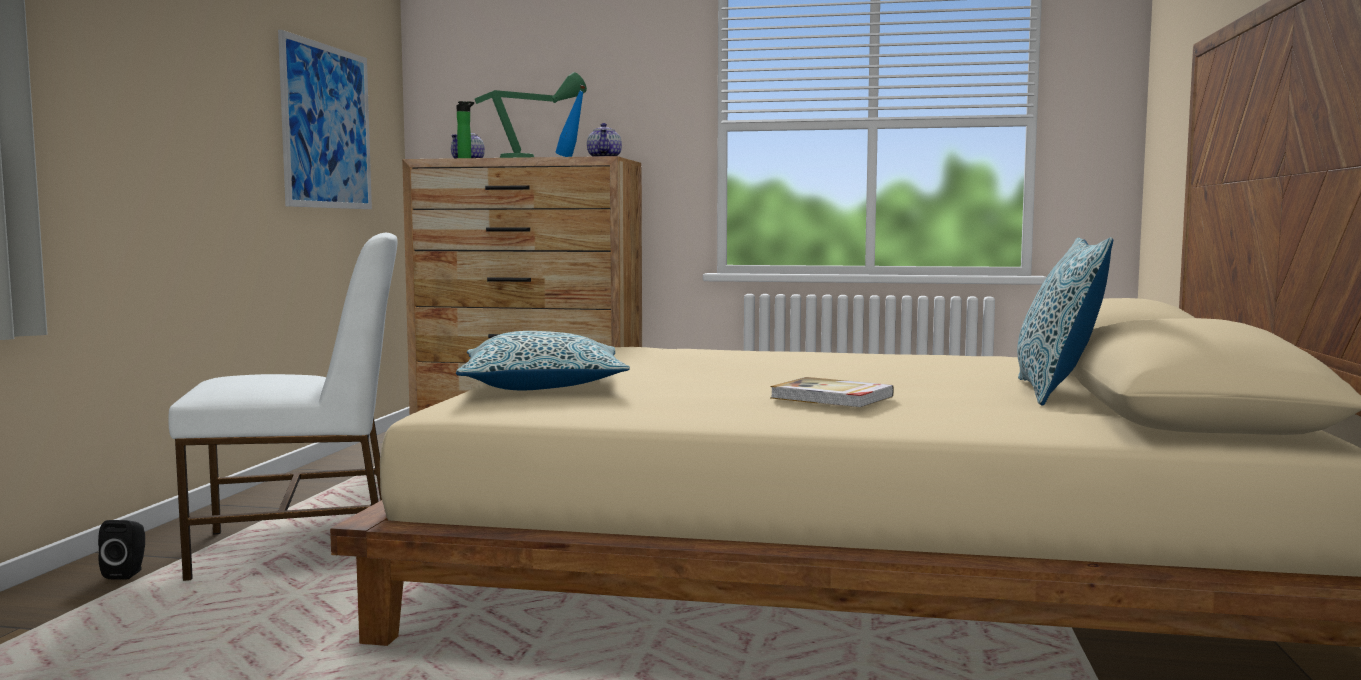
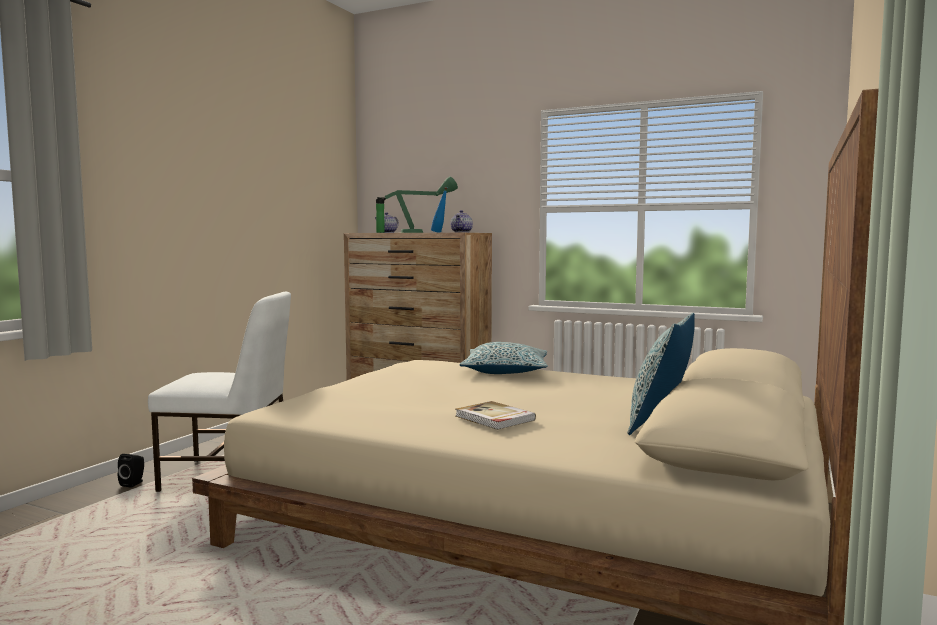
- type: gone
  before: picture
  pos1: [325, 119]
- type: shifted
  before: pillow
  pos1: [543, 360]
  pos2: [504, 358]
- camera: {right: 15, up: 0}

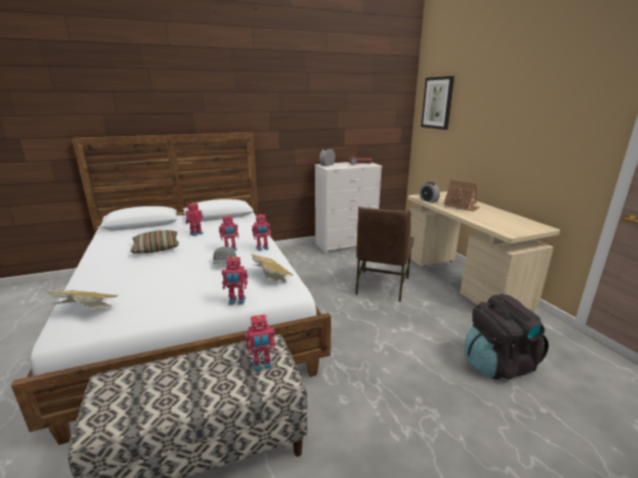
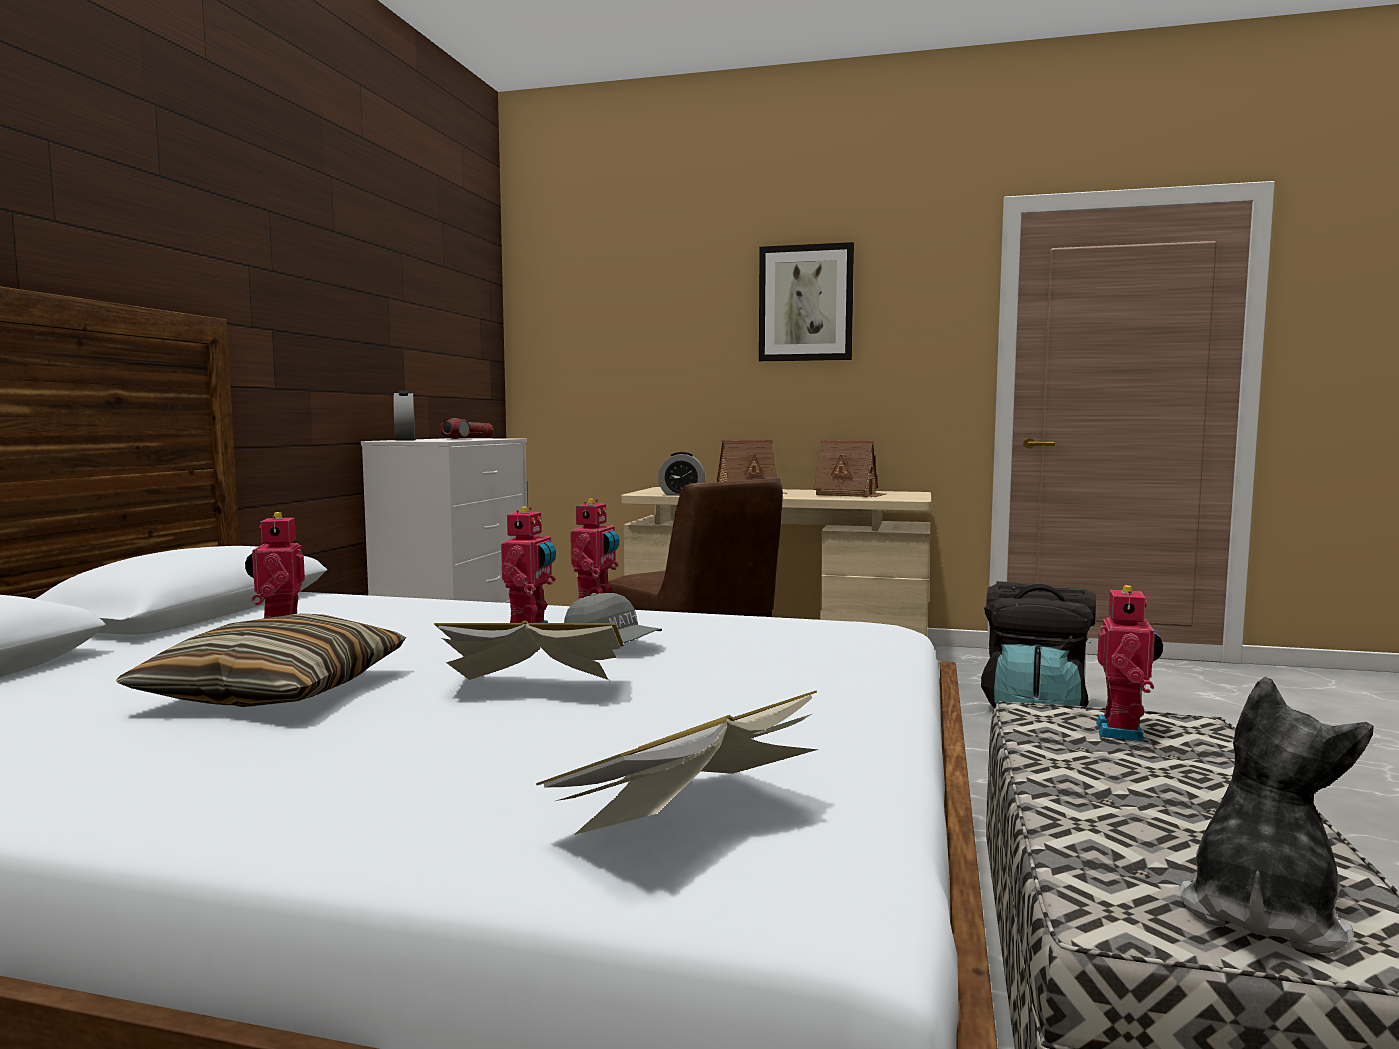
- type: gone
  before: toy robot
  pos1: [235, 280]
- type: shifted
  before: book
  pos1: [272, 268]
  pos2: [529, 650]
- type: shifted
  before: picture
  pos1: [437, 103]
  pos2: [806, 301]
- type: new
  after: toy house
  pos2: [850, 468]
- type: new
  after: plush toy
  pos2: [1276, 815]
- camera: {right: -55, up: -15}

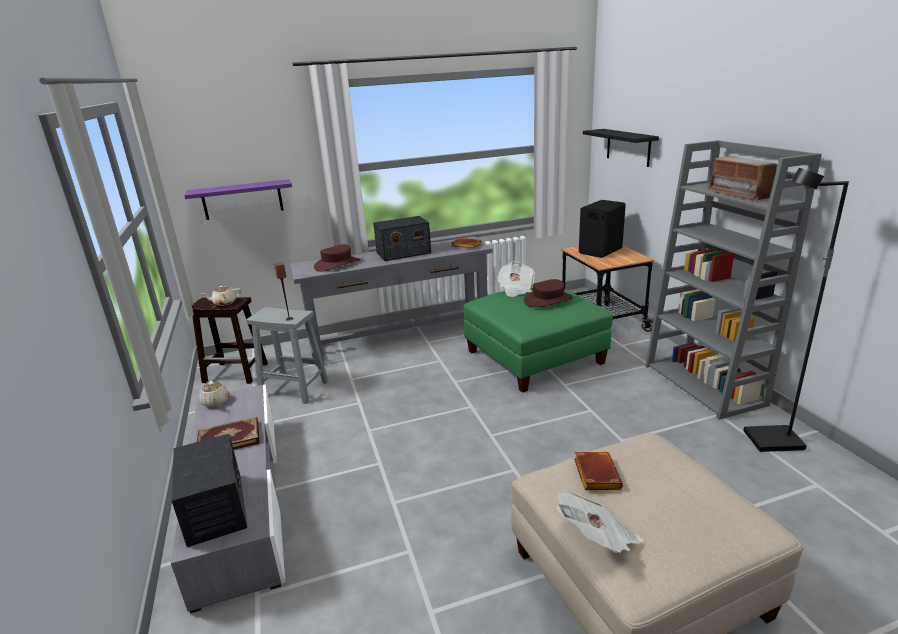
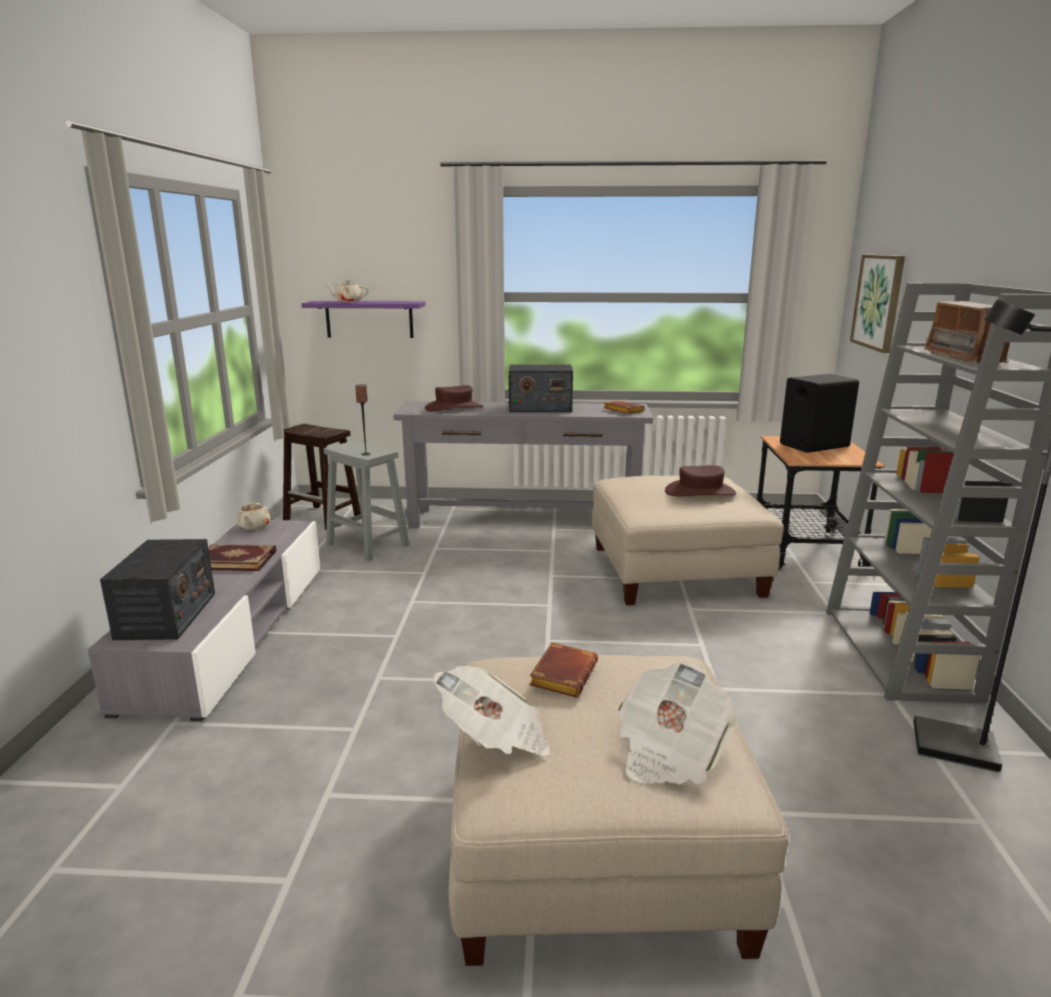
- type: shifted
  before: beige teapot
  pos1: [221, 296]
  pos2: [347, 291]
- type: repainted
  before: green ottoman
  after: beige ottoman
  pos1: [538, 340]
  pos2: [688, 540]
- type: shifted
  before: newspaper
  pos1: [516, 279]
  pos2: [677, 723]
- type: swapped
  before: black shelf
  after: picture
  pos1: [621, 148]
  pos2: [877, 304]
- camera: {right: 20, up: -5}

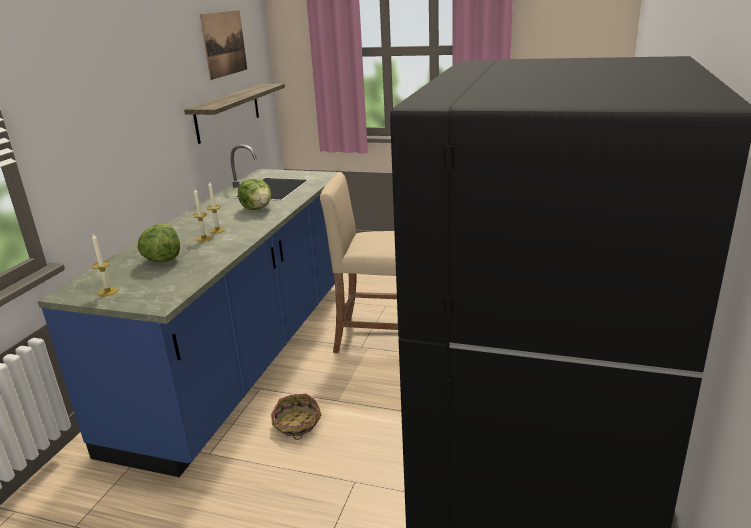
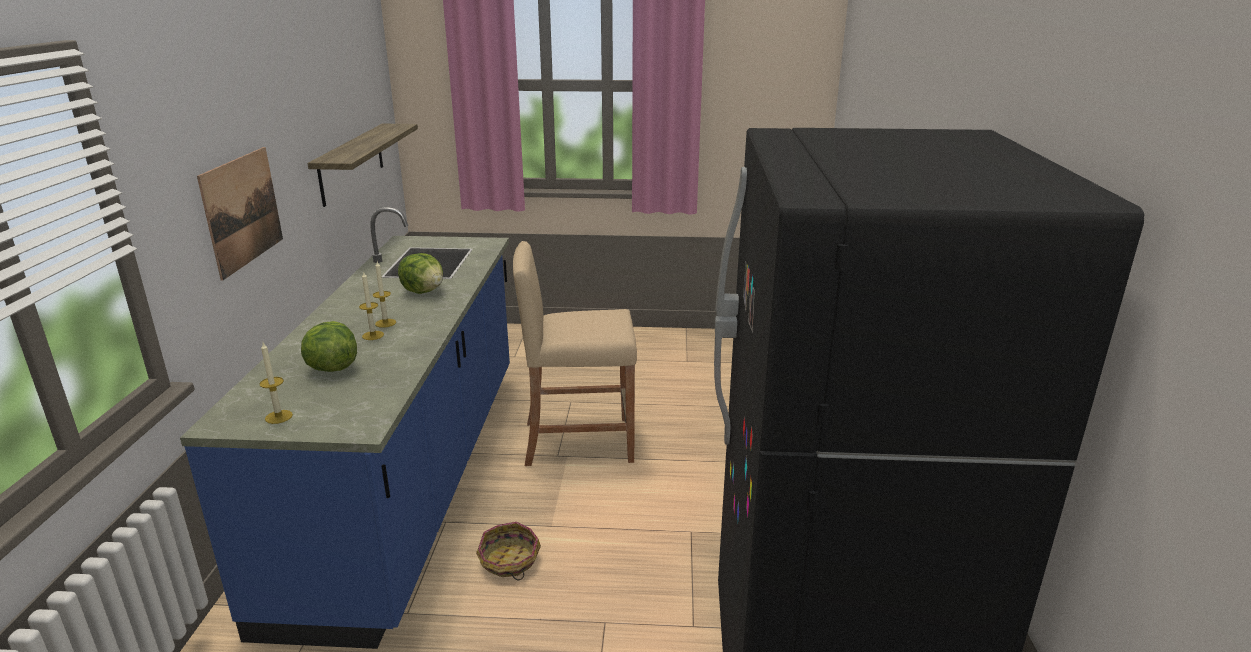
- type: shifted
  before: picture
  pos1: [223, 45]
  pos2: [240, 213]
- camera: {right: -15, up: 0}

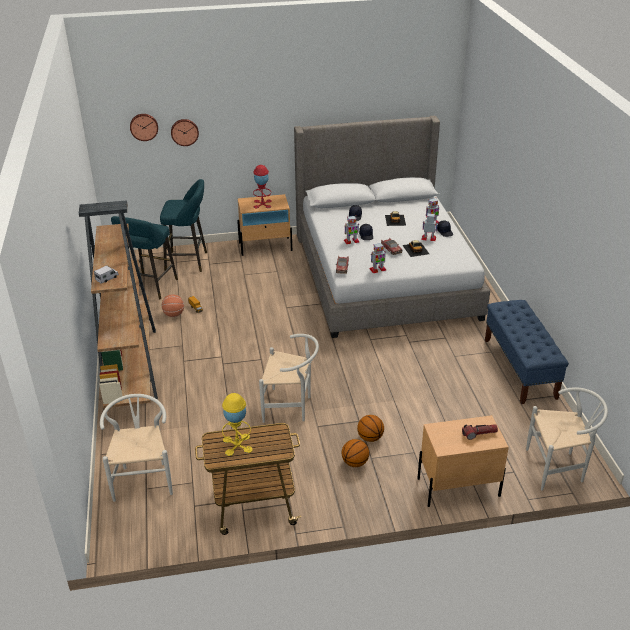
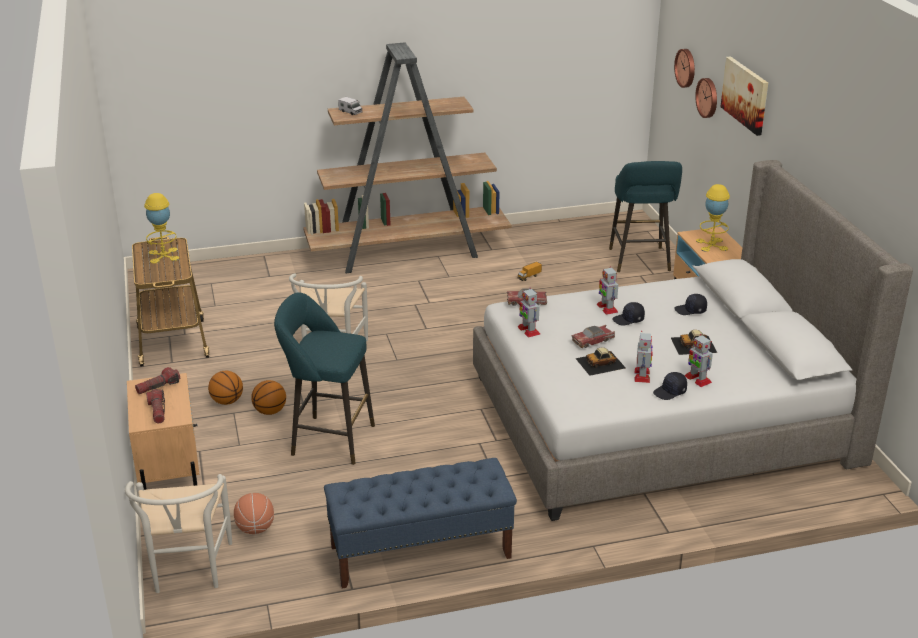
- type: gone
  before: white chair
  pos1: [136, 448]
- type: shifted
  before: turquoise stool
  pos1: [144, 257]
  pos2: [324, 379]
- type: shifted
  before: basketball
  pos1: [173, 305]
  pos2: [254, 513]
- type: repainted
  before: red table lamp
  after: yellow table lamp
  pos1: [262, 186]
  pos2: [713, 218]
- type: new
  after: flashlight
  pos2: [158, 380]
- type: new
  after: picture
  pos2: [744, 96]
- camera: {right: 85, up: -5}

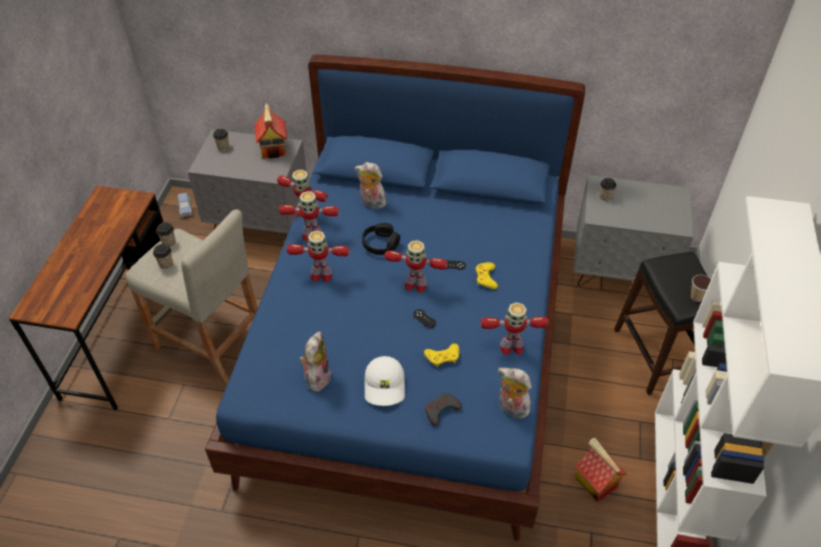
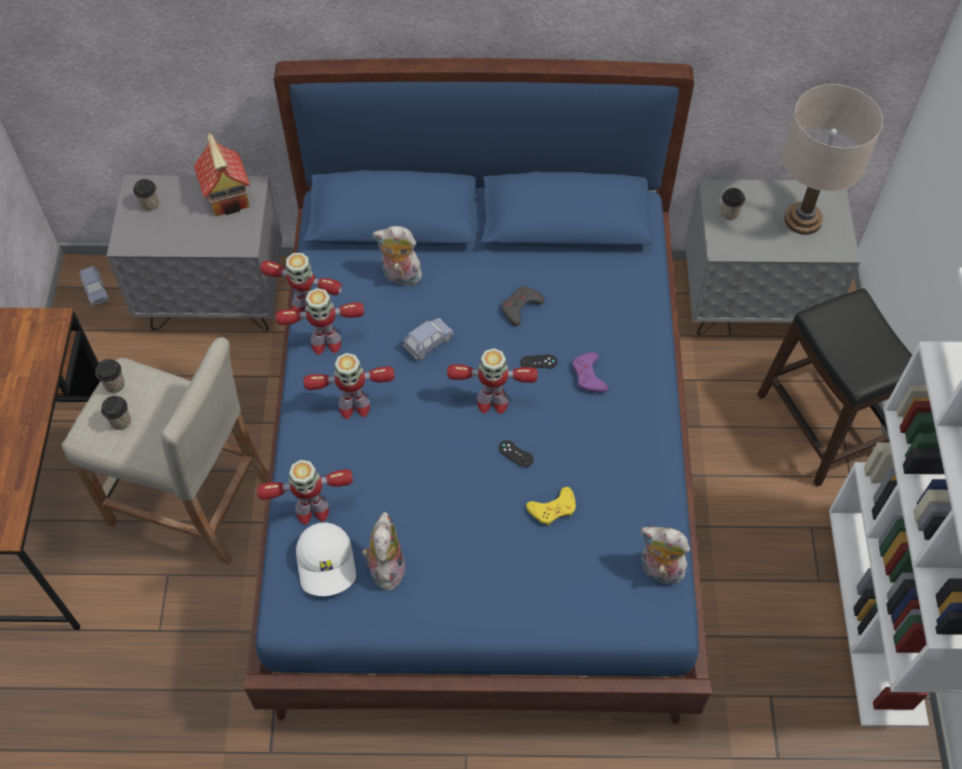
- type: swapped
  before: black headphones
  after: blue toy car
  pos1: [381, 239]
  pos2: [428, 339]
- type: shifted
  before: white cap
  pos1: [385, 381]
  pos2: [326, 559]
- type: shifted
  before: grey game controller
  pos1: [443, 409]
  pos2: [523, 306]
- type: repainted
  before: yellow game controller
  after: purple game controller
  pos1: [487, 275]
  pos2: [590, 372]
- type: shifted
  before: toy robot
  pos1: [515, 328]
  pos2: [305, 492]
- type: gone
  before: toy house
  pos1: [600, 470]
- type: gone
  before: cup
  pos1: [701, 288]
- type: new
  after: beige table lamp
  pos2: [832, 159]
- camera: {right: -10, up: 10}

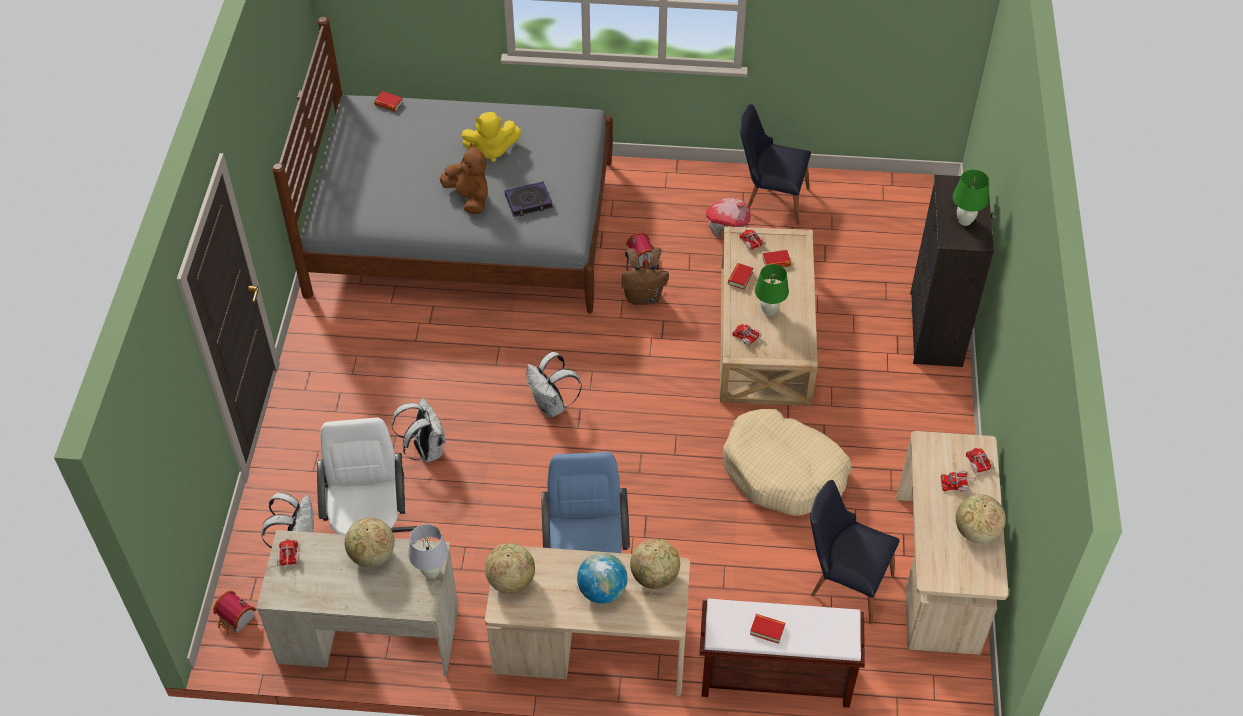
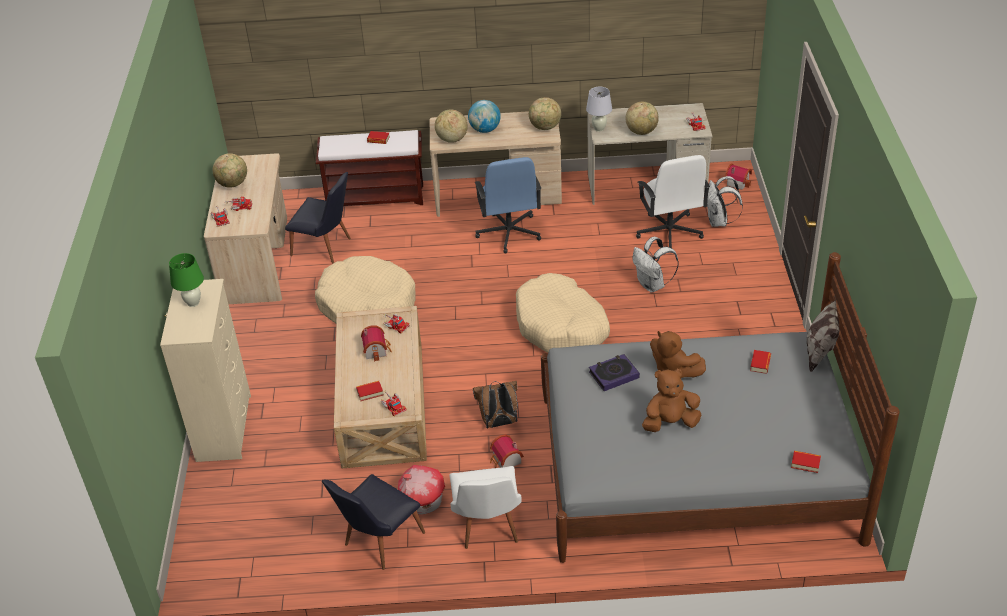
- type: repainted
  before: yellow plush toy
  after: brown plush toy
  pos1: [491, 137]
  pos2: [671, 400]
- type: swapped
  before: white backpack
  after: beige dog bed
  pos1: [554, 384]
  pos2: [563, 313]
- type: shifted
  before: book
  pos1: [740, 276]
  pos2: [760, 362]
- type: rotated
  before: black chair
  pos1: [775, 164]
  pos2: [373, 522]
  turn: 120
- type: swapped
  before: green table lamp
  after: toy house
  pos1: [772, 290]
  pos2: [376, 343]
- type: repainted
  before: black dresser
  after: beige dresser
  pos1: [952, 271]
  pos2: [205, 370]
- type: new
  after: white chair
  pos2: [485, 507]
- type: new
  after: pillow
  pos2: [823, 334]
- camera: {right: 175, up: -10}

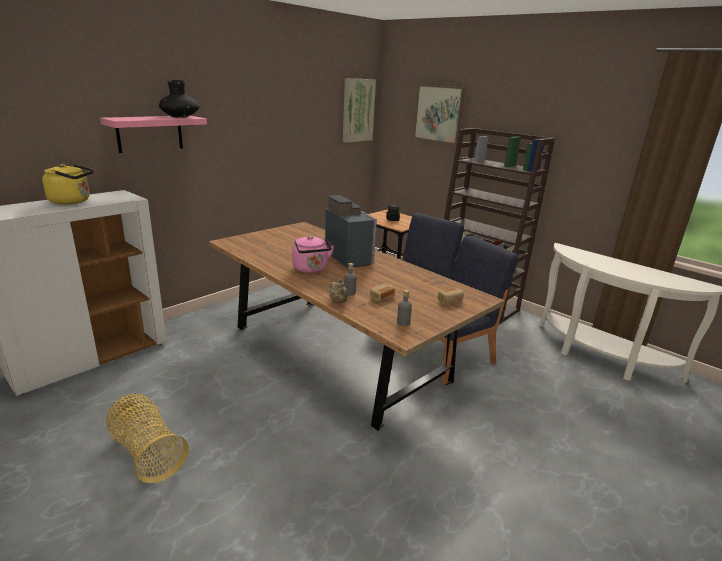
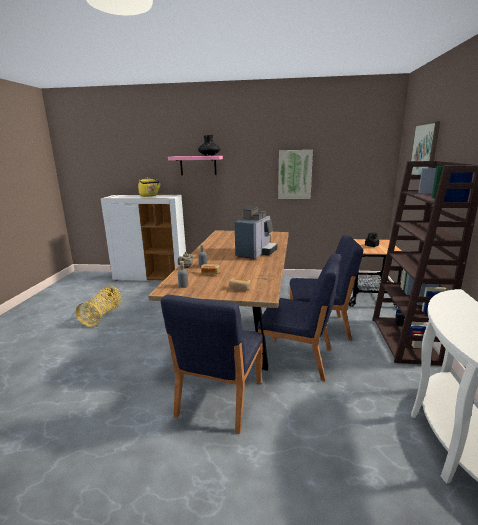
- type: gone
  before: pink kettle
  pos1: [313, 254]
- type: shifted
  before: picture
  pos1: [359, 110]
  pos2: [295, 174]
- type: new
  after: blue chair
  pos2: [212, 364]
- camera: {right: 55, up: -5}

